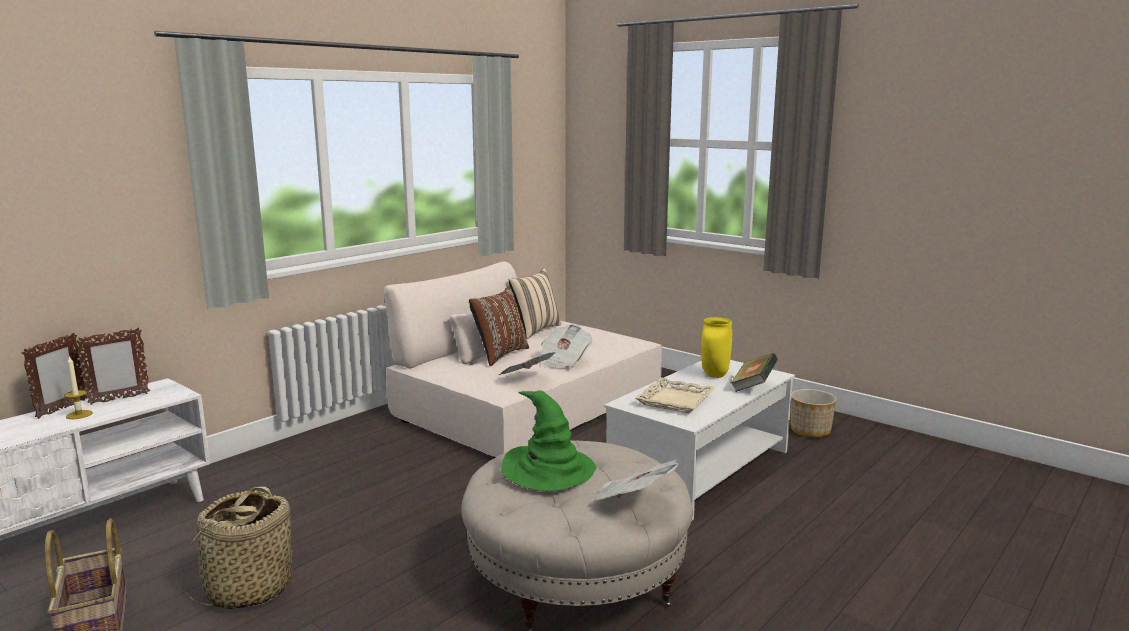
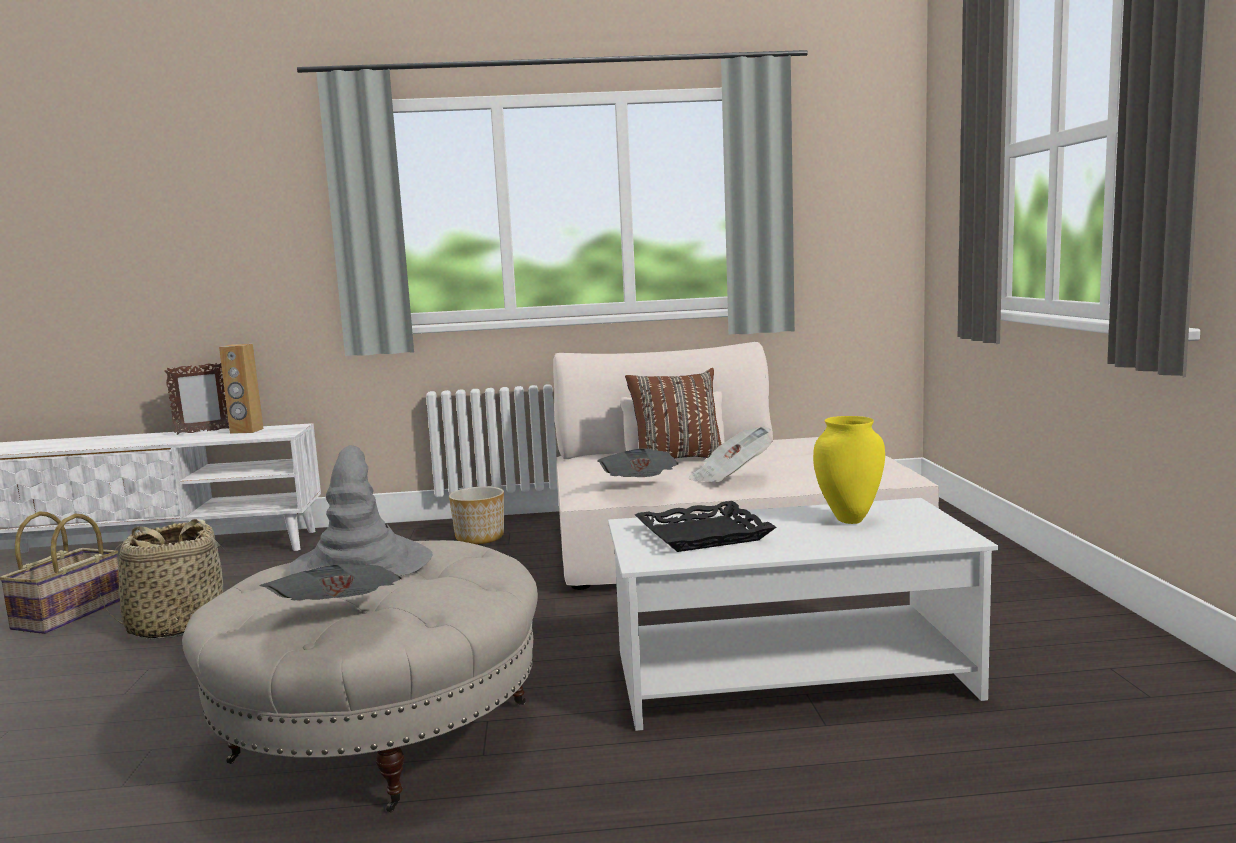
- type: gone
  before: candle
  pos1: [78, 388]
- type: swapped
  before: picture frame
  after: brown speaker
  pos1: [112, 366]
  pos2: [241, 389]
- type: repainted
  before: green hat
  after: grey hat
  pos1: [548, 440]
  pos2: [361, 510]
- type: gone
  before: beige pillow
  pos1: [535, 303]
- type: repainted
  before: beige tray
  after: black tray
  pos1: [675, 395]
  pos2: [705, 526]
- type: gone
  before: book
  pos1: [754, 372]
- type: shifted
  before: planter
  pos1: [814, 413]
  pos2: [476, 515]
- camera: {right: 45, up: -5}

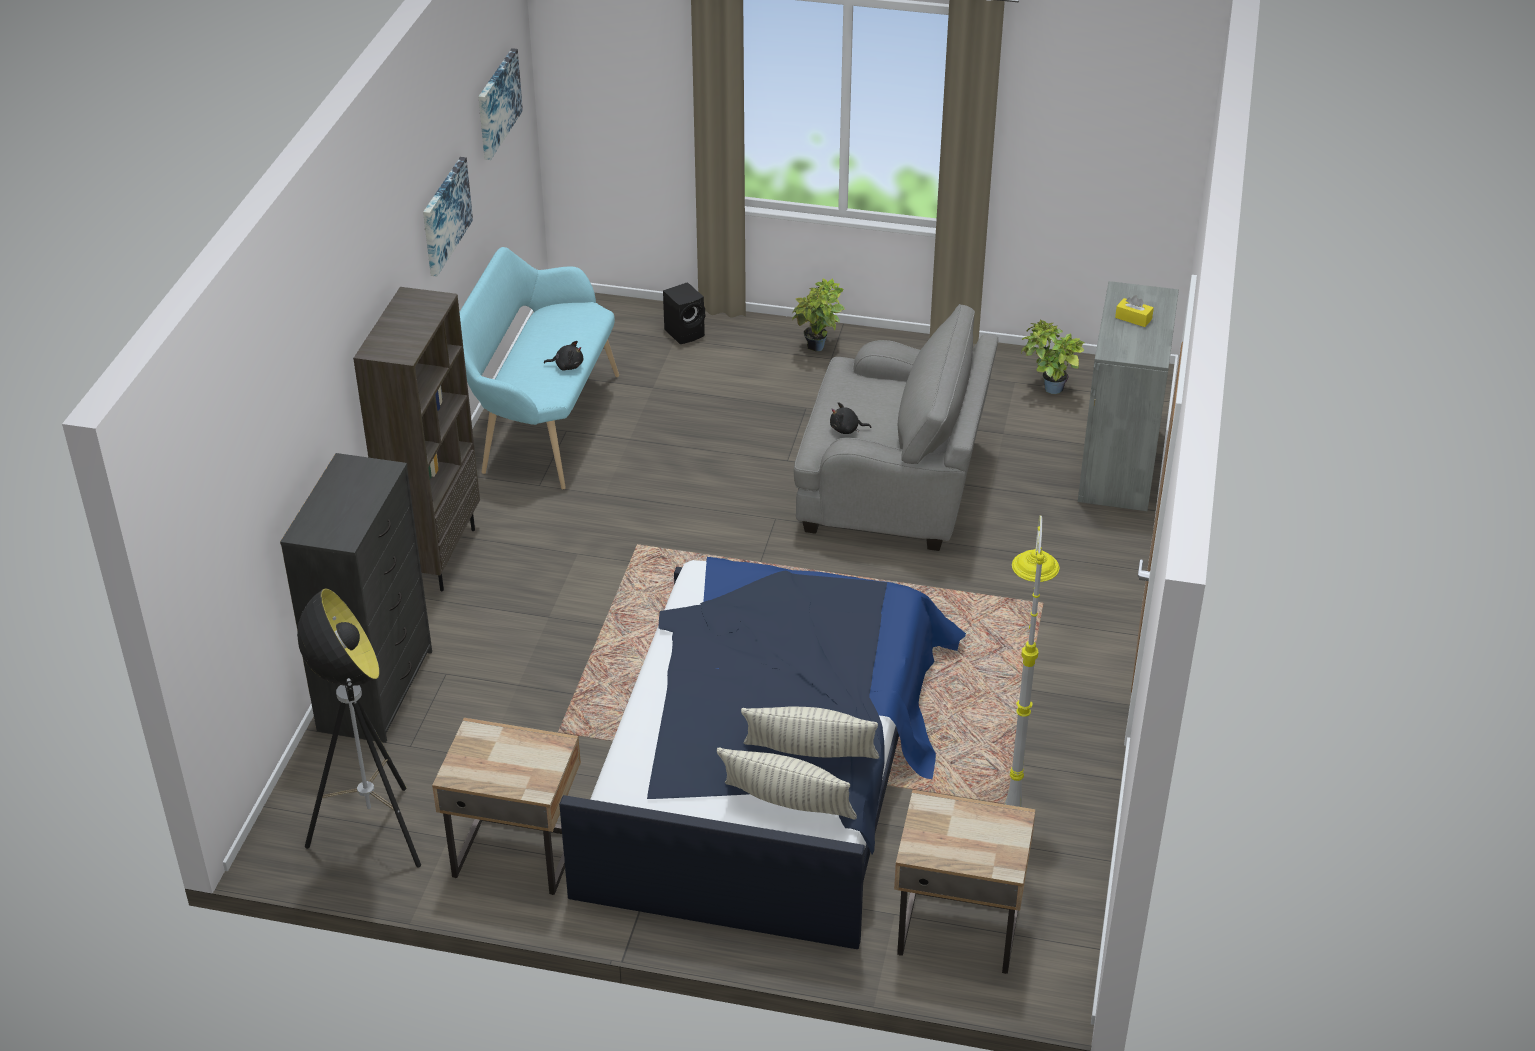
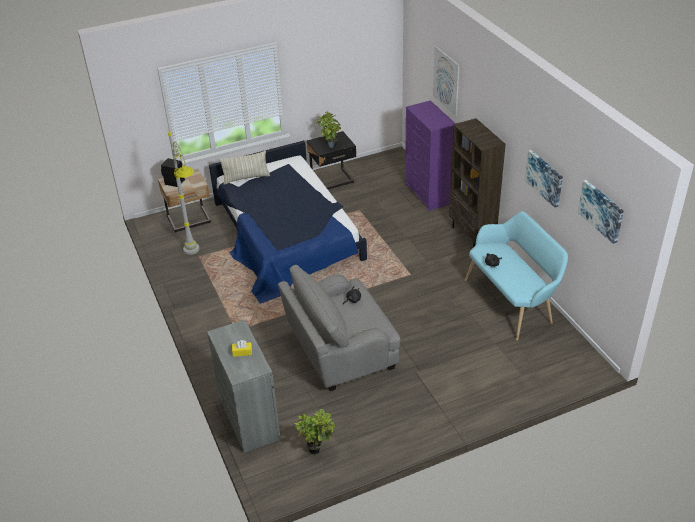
- type: repainted
  before: black dresser
  after: purple dresser
  pos1: [356, 598]
  pos2: [430, 155]
- type: gone
  before: floor lamp
  pos1: [359, 727]
- type: repainted
  before: beige nightstand
  after: black nightstand
  pos1: [506, 806]
  pos2: [331, 160]
- type: shifted
  before: black speaker
  pos1: [684, 313]
  pos2: [173, 172]
- type: gone
  before: pillow
  pos1: [810, 732]
- type: shifted
  before: potted plant
  pos1: [818, 315]
  pos2: [328, 130]
- type: new
  after: picture
  pos2: [446, 81]
- camera: {right: 145, up: 0}

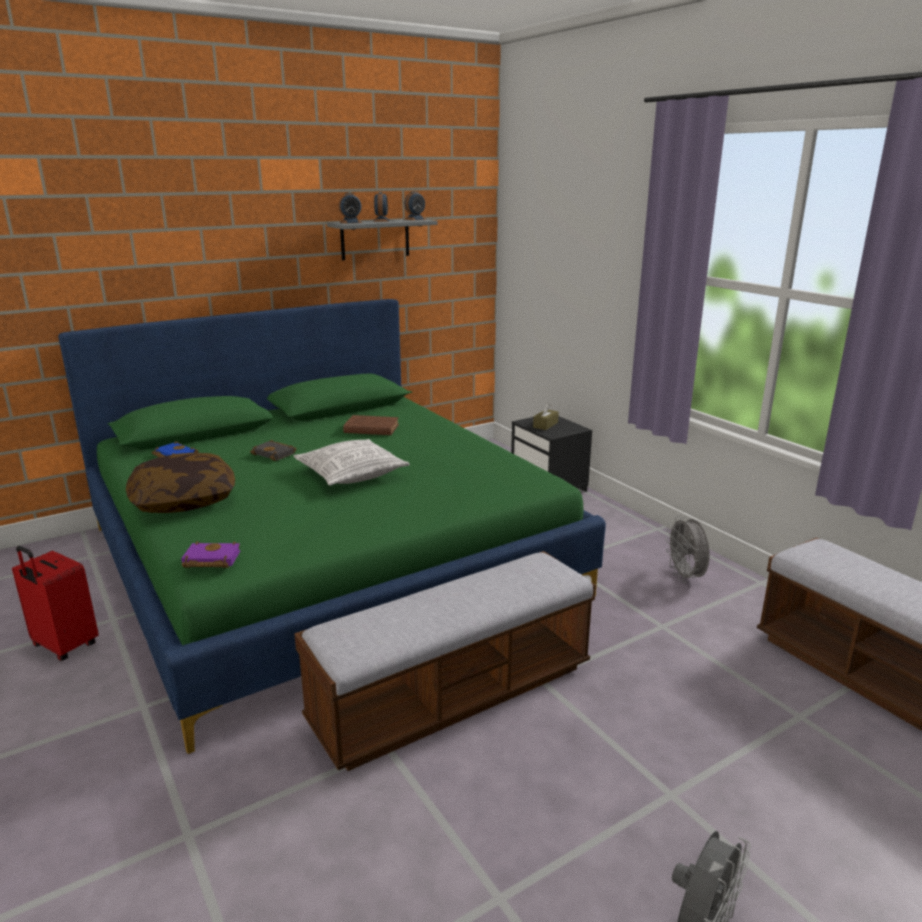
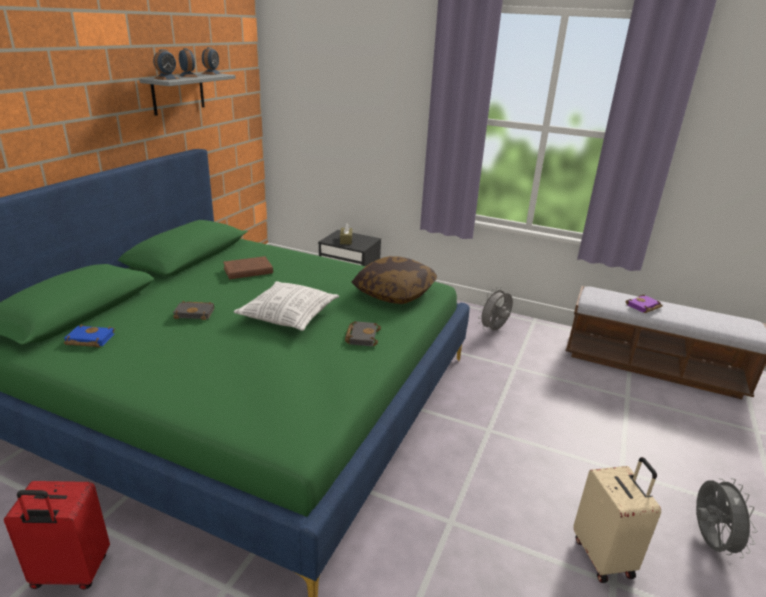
- type: shifted
  before: pillow
  pos1: [180, 483]
  pos2: [394, 280]
- type: shifted
  before: purple book
  pos1: [211, 554]
  pos2: [644, 303]
- type: gone
  before: bench
  pos1: [445, 661]
- type: rotated
  before: grey fan
  pos1: [687, 549]
  pos2: [495, 308]
  turn: 90
- type: new
  after: black book
  pos2: [363, 333]
- type: new
  after: beige suitcase
  pos2: [617, 520]
- camera: {right: -35, up: 5}

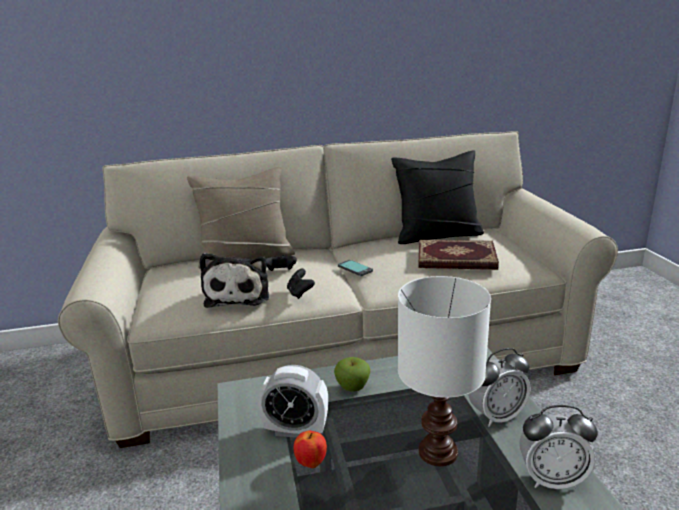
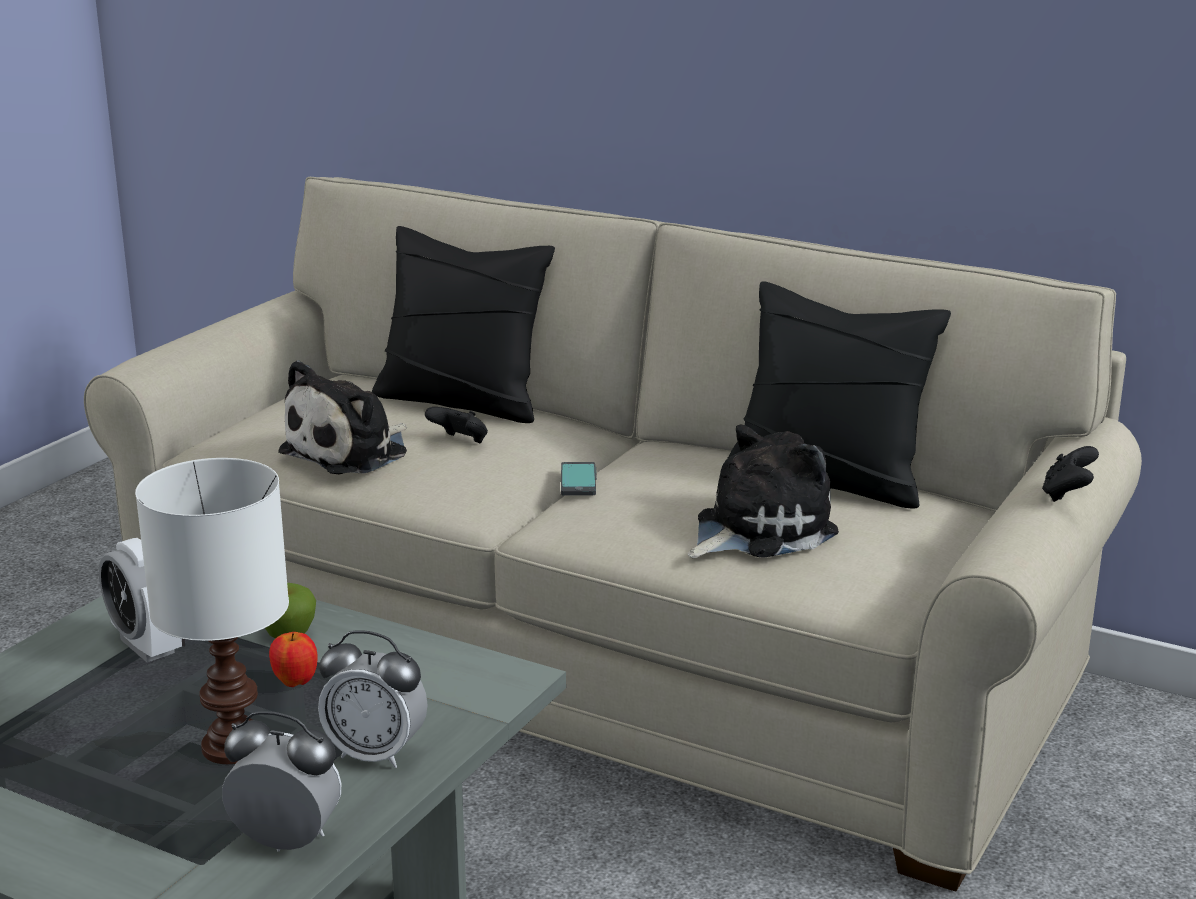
- type: repainted
  before: beige pillow
  after: black pillow
  pos1: [241, 217]
  pos2: [463, 324]
- type: shifted
  before: black game controller
  pos1: [301, 284]
  pos2: [1070, 474]
- type: shifted
  before: apple
  pos1: [310, 449]
  pos2: [293, 659]
- type: swapped
  before: book
  after: plush toy
  pos1: [459, 255]
  pos2: [763, 491]
- type: rotated
  before: alarm clock
  pos1: [558, 447]
  pos2: [281, 781]
  turn: 150
- camera: {right: 40, up: 0}

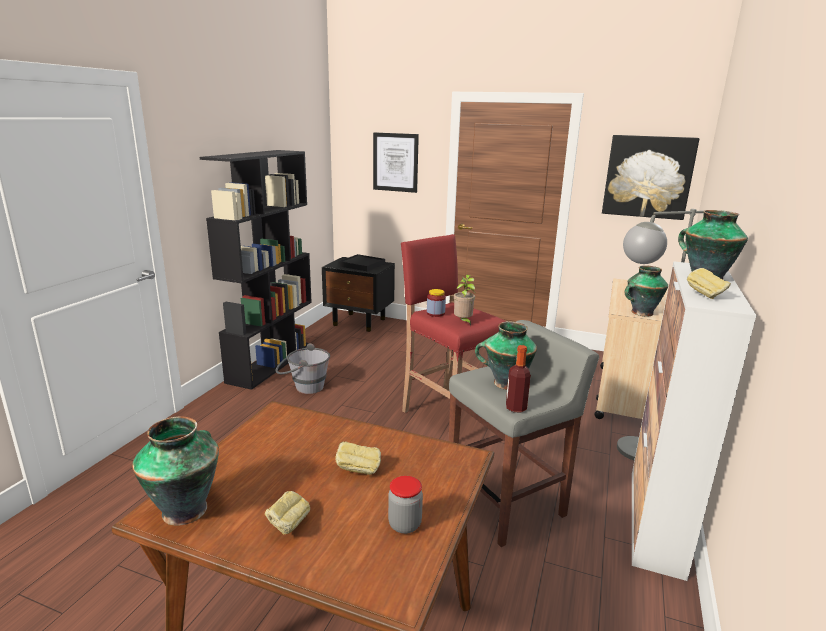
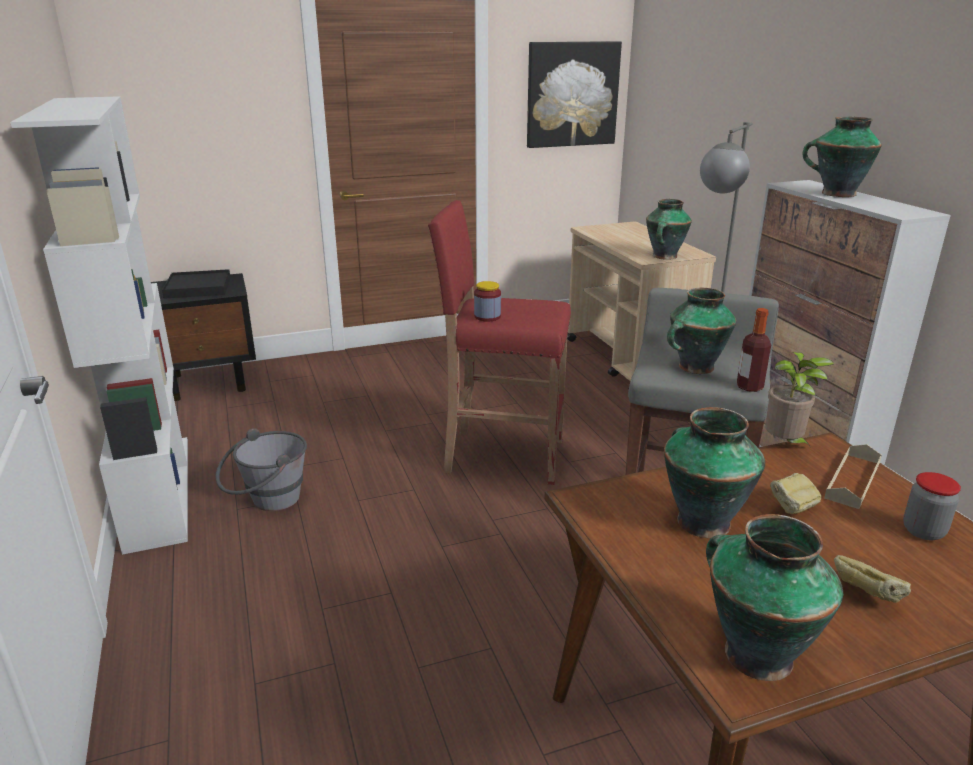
- type: repainted
  before: black bookcase
  after: white bookcase
  pos1: [256, 270]
  pos2: [99, 325]
- type: gone
  before: picture
  pos1: [396, 162]
- type: shifted
  before: potted plant
  pos1: [464, 300]
  pos2: [799, 400]
- type: gone
  before: bread
  pos1: [709, 283]
- type: new
  after: vase
  pos2: [714, 472]
- type: new
  after: beige tray
  pos2: [853, 476]
- camera: {right: -40, up: 5}

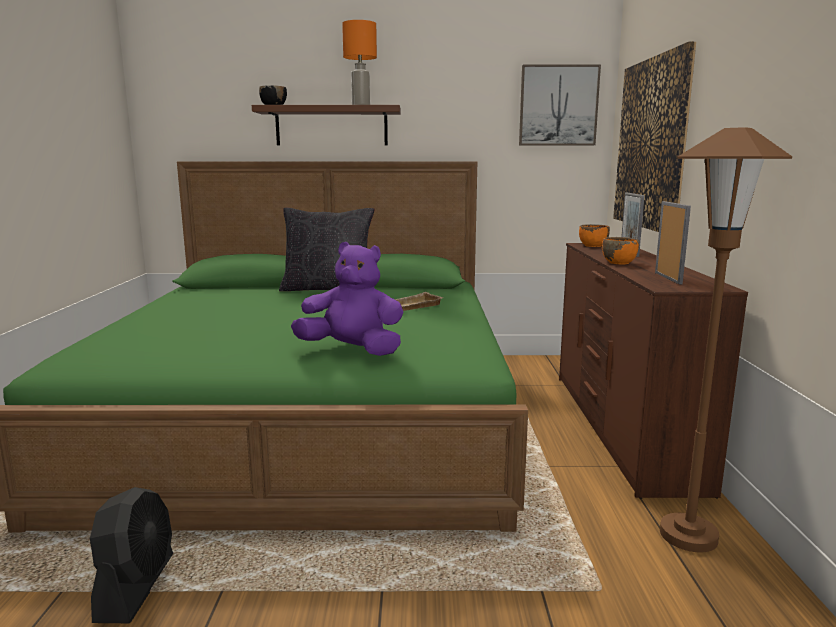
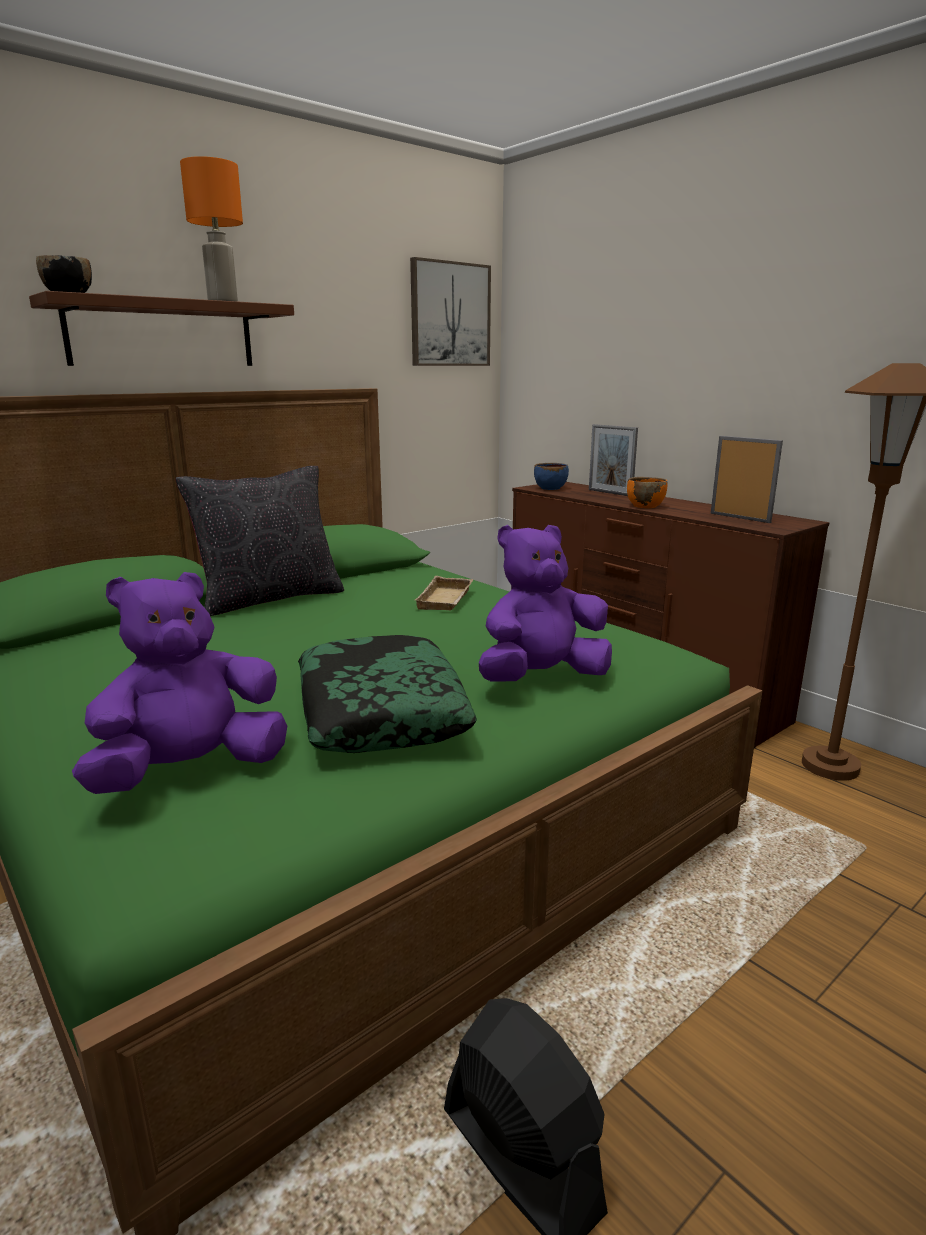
- type: repainted
  before: orange bowl
  after: blue bowl
  pos1: [594, 235]
  pos2: [551, 476]
- type: gone
  before: picture
  pos1: [654, 136]
- type: new
  after: purple plush toy
  pos2: [179, 683]
- type: new
  after: pillow
  pos2: [387, 694]
- camera: {right: -40, up: 5}

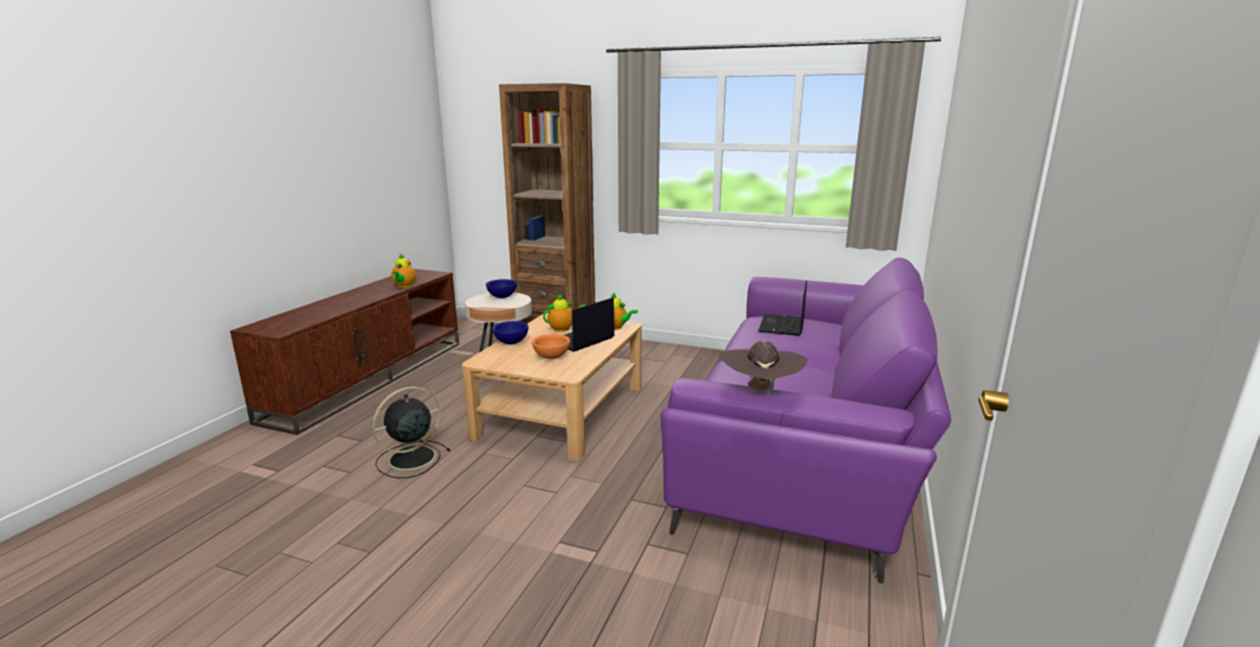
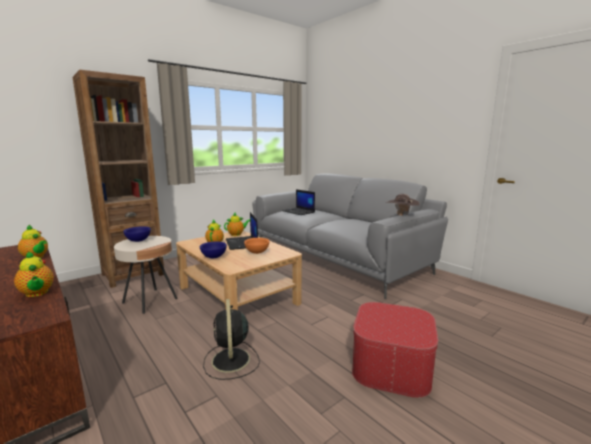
- type: repainted
  before: purple sofa
  after: grey sofa
  pos1: [805, 421]
  pos2: [350, 236]
- type: new
  after: teapot
  pos2: [34, 274]
- type: new
  after: ottoman
  pos2: [395, 350]
- camera: {right: -60, up: -5}

